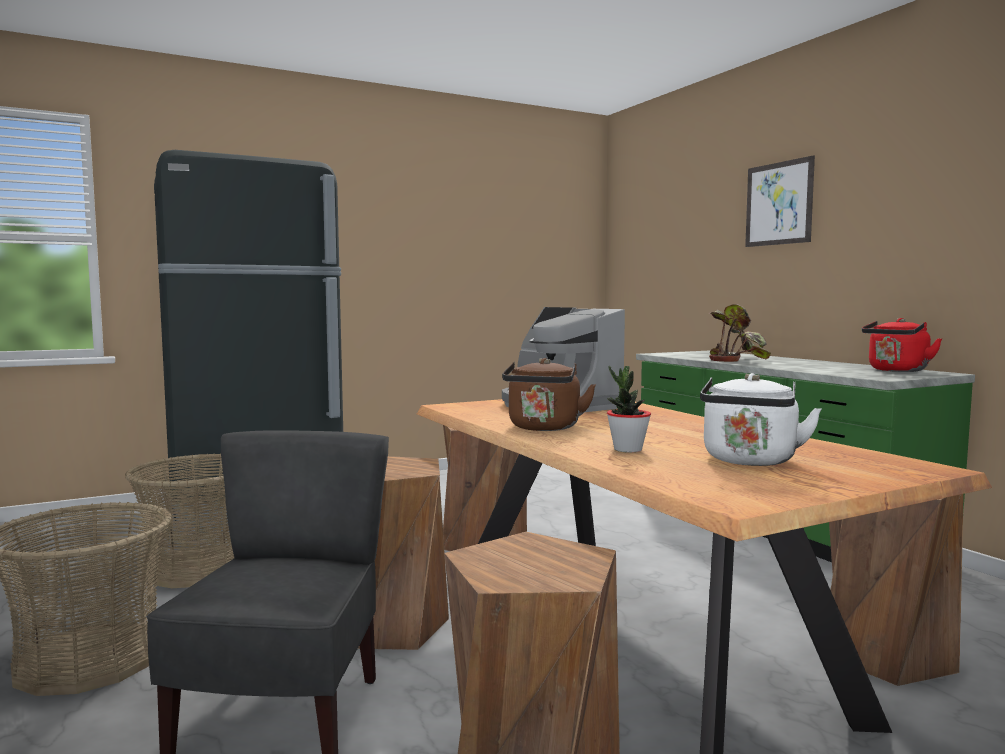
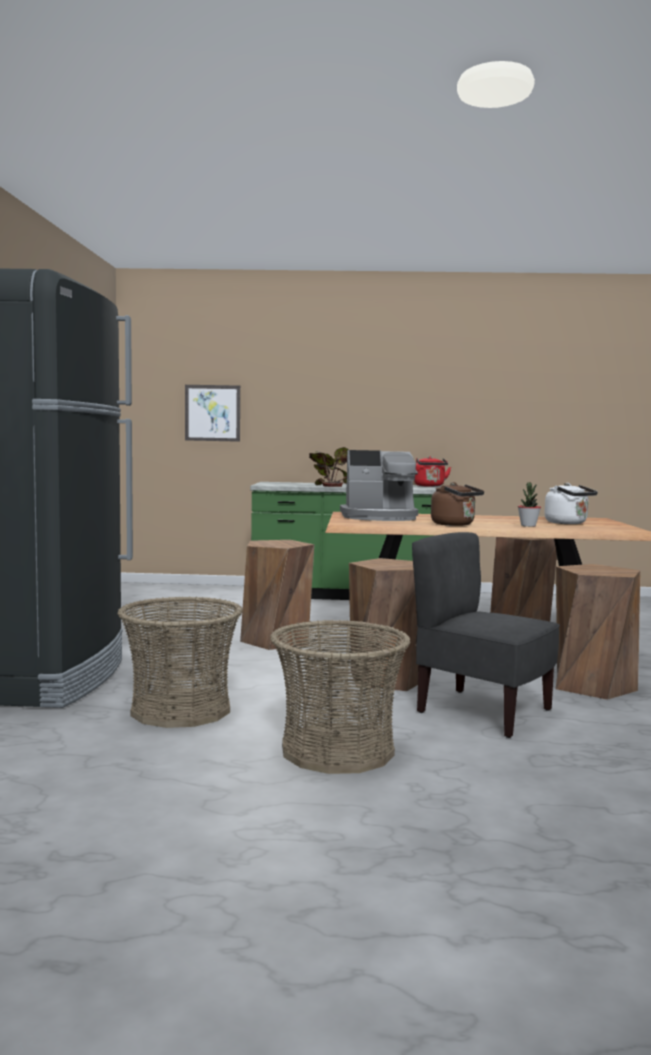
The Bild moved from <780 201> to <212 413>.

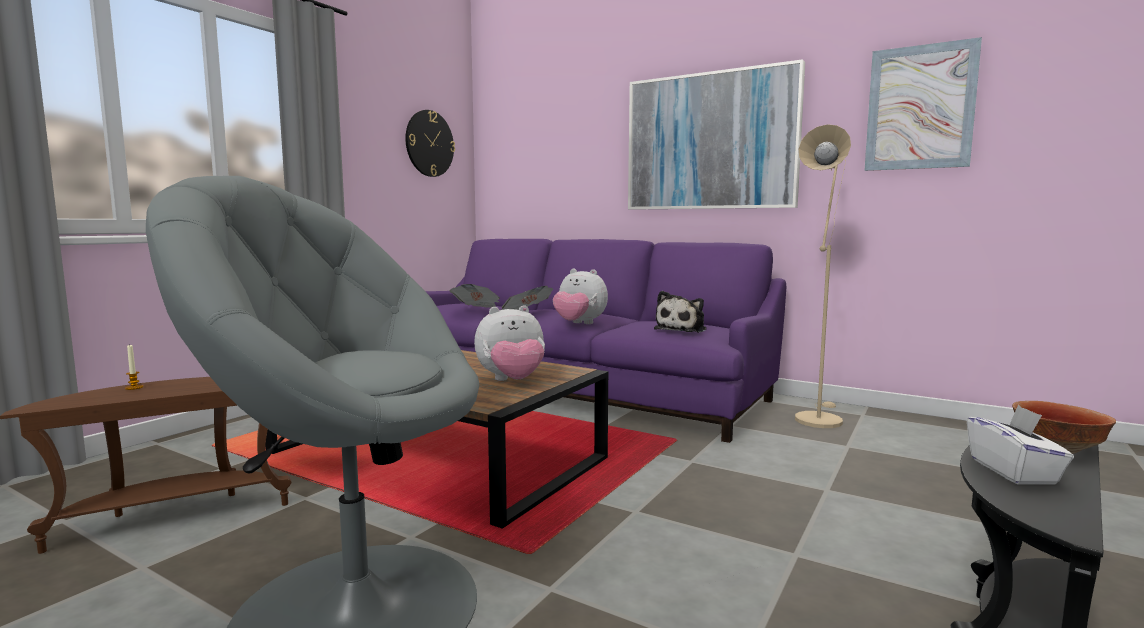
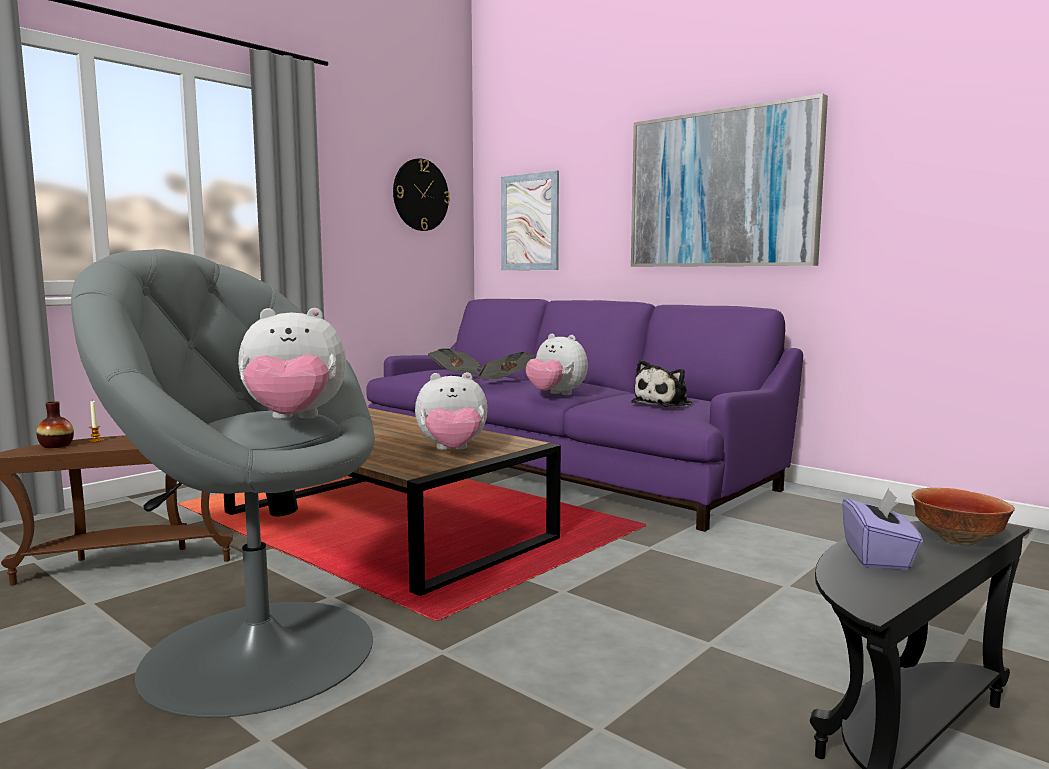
The Vase at <55 424> appeared.
The Plüschtier at <292 363> appeared.
The Bild moved from <923 104> to <530 220>.
The Taschentuchbox (weiß) at <1020 445> became the Taschentuchbox (lila) at <882 528>.
The Stehlampe (beige) at <823 276> disappeared.

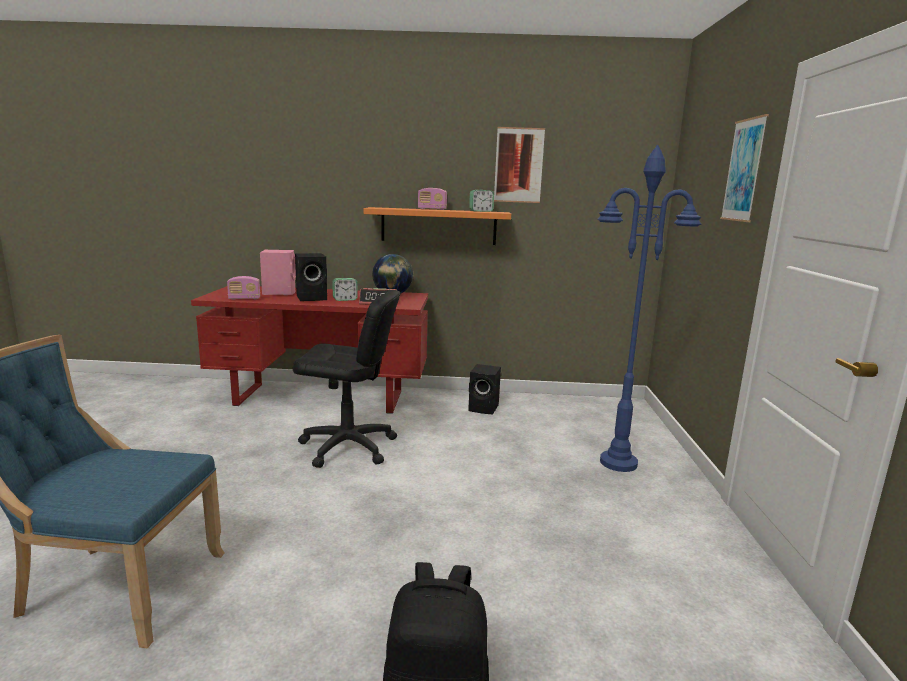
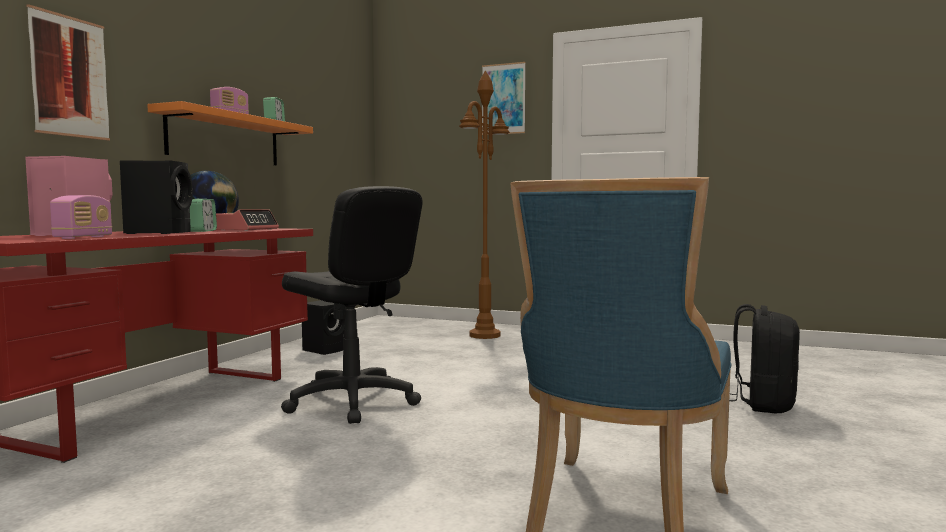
The Bild moved from <519 165> to <68 72>.
The Bürostuhl (schwarz) at <346 379> turned 105 degrees clockwise.
The Stehlampe (blau) at <649 308> became the Stehlampe (braun) at <484 205>.

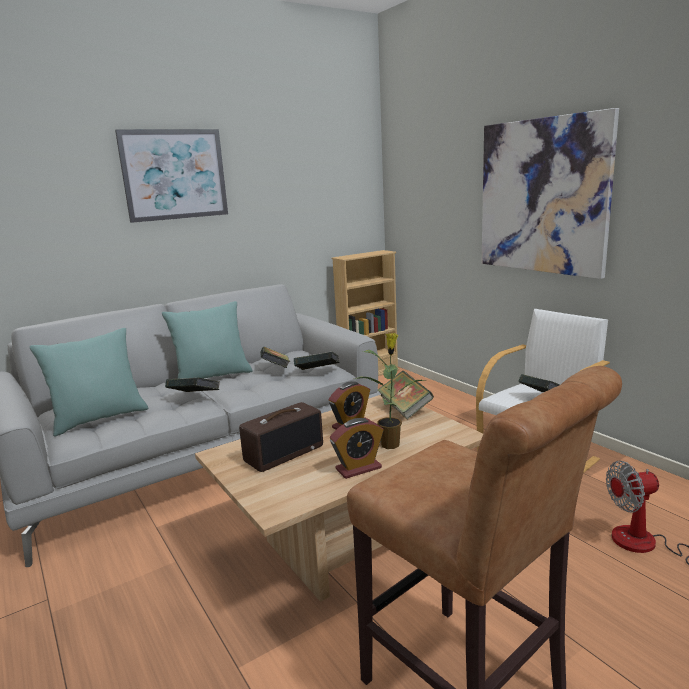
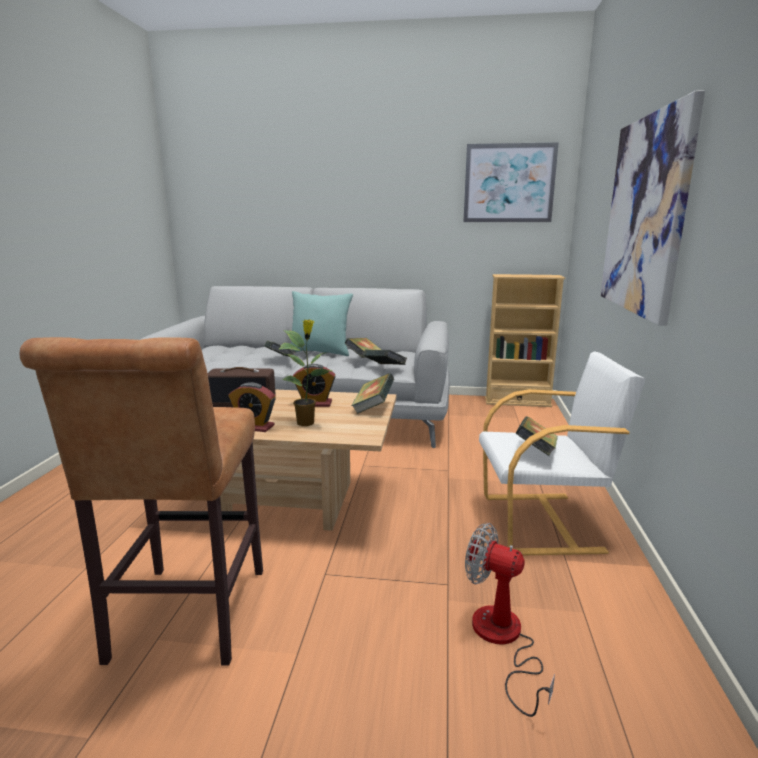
The Bild moved from <171 176> to <511 182>.
The Kissen (türkis) at <88 382> disappeared.

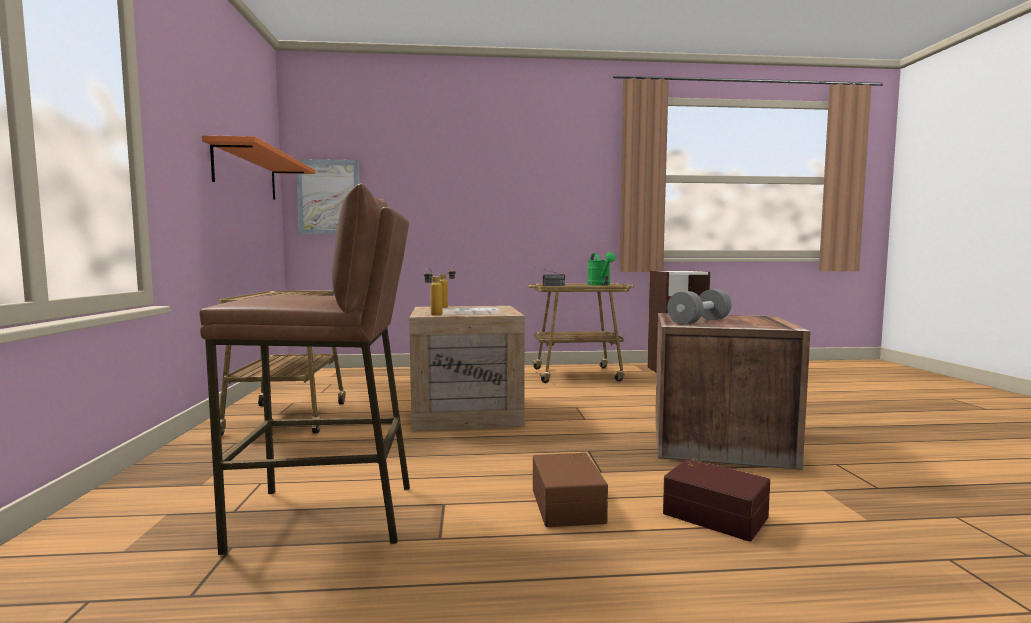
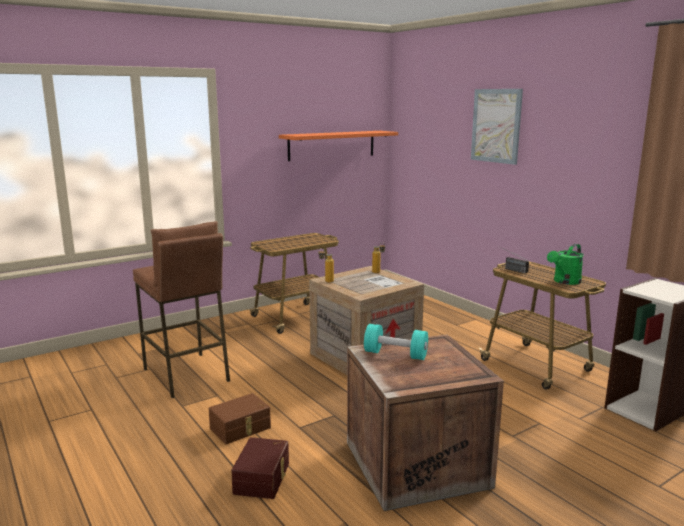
The Hantel (grau) at <699 306> became the Hantel (türkis) at <396 342>.
The Bild moved from <327 196> to <497 127>.

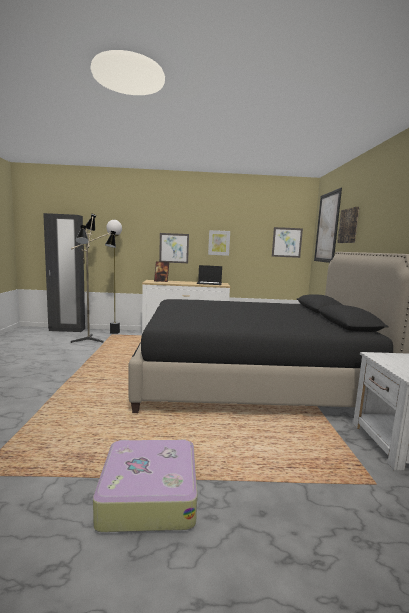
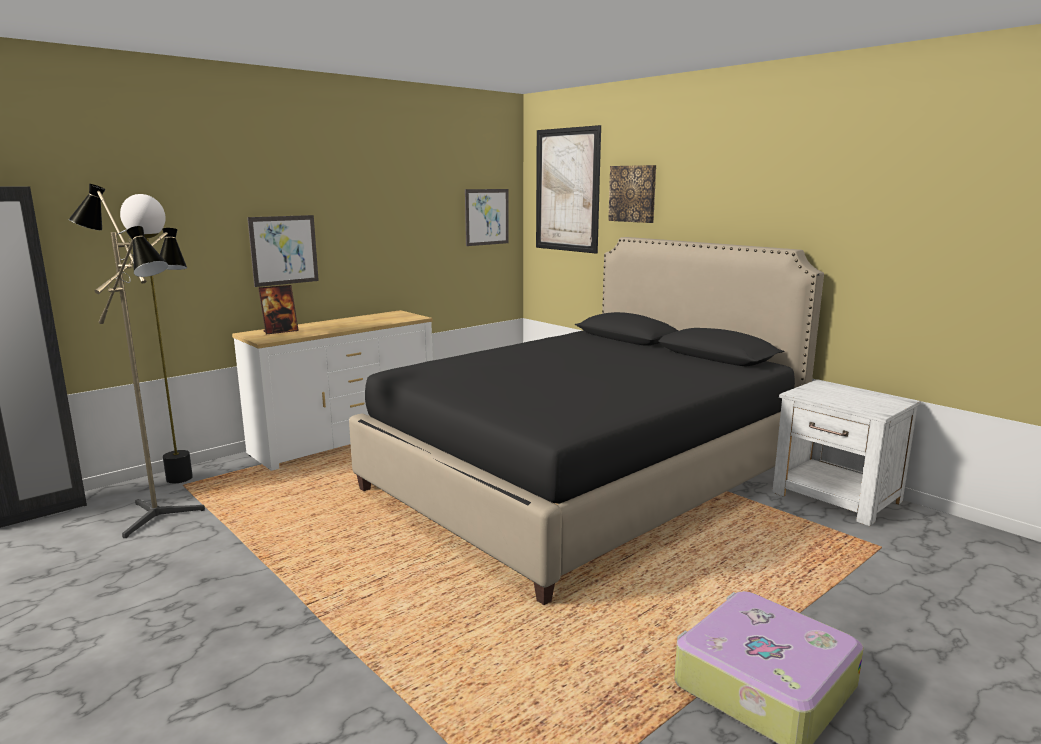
The Laptop at <209 275> disappeared.
The Bild at <219 243> disappeared.

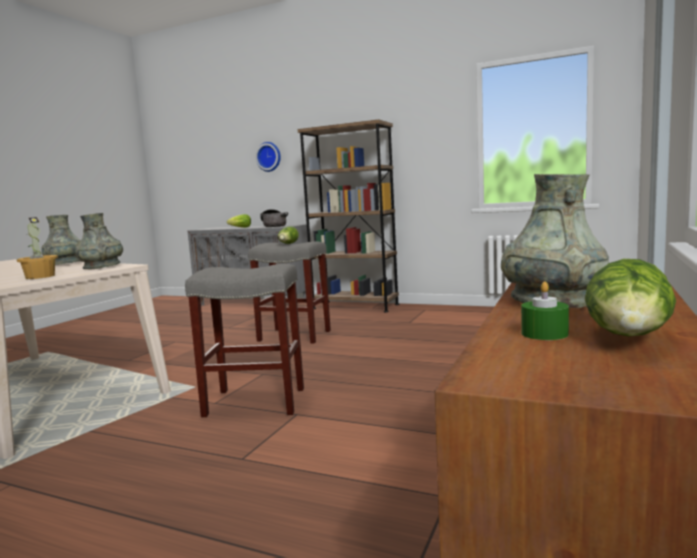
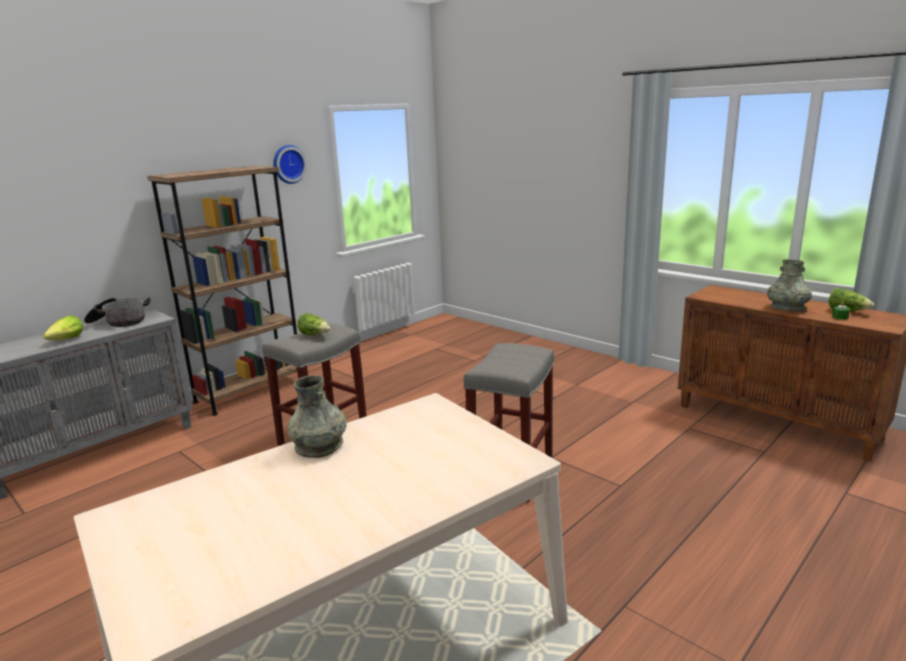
The Wanduhr moved from <268 157> to <290 164>.
The Topfpflanze at <37 248> disappeared.
The Vase (grau) at <99 241> disappeared.

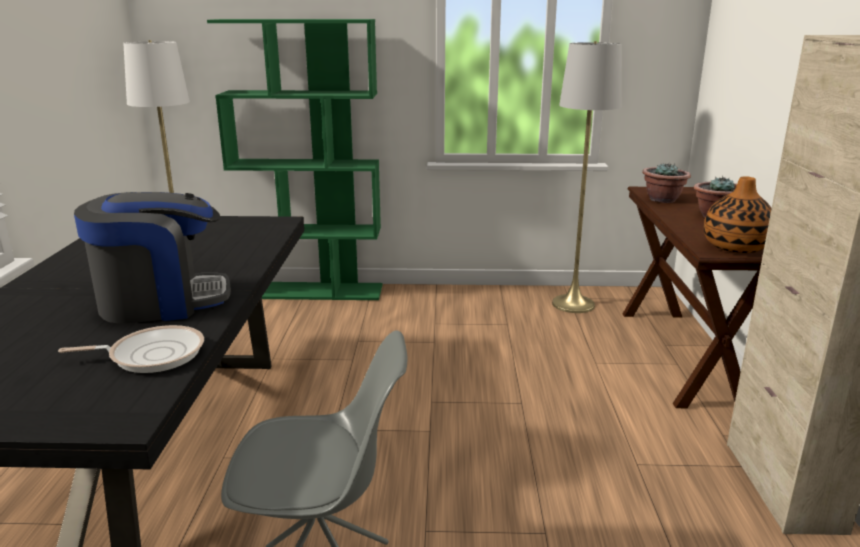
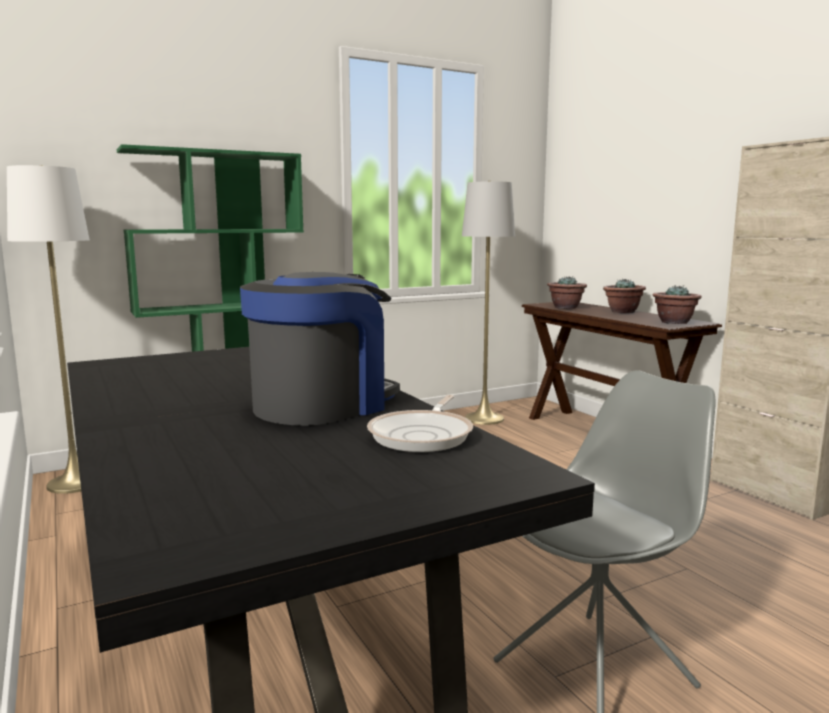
The Pfanne at <131 349> turned 150 degrees clockwise.
The Vase at <738 214> was replaced by the Topfpflanze at <677 304>.

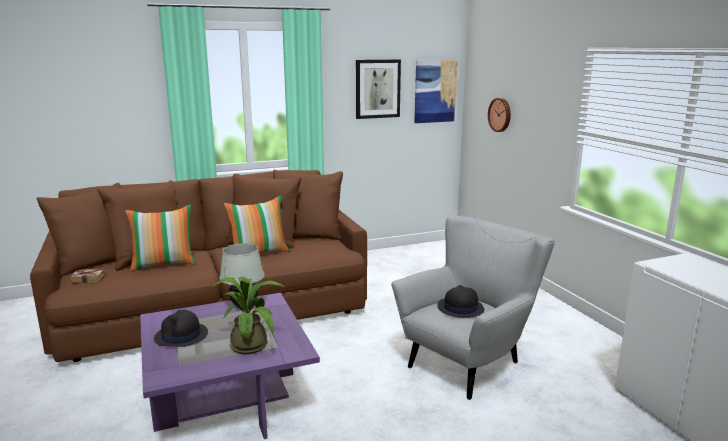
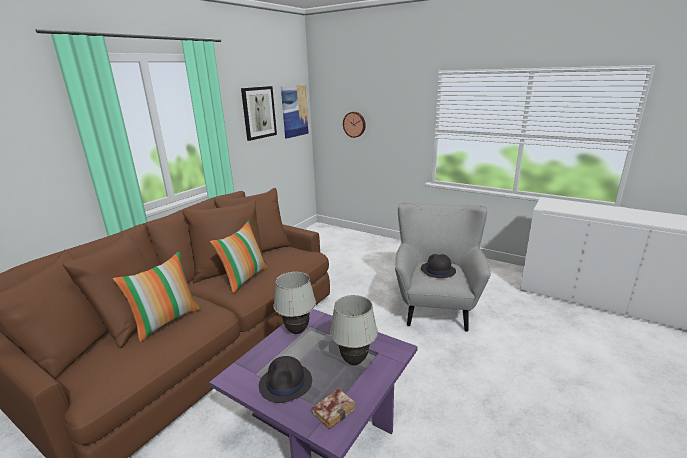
The Buch moved from <87 276> to <333 409>.
The Topfpflanze at <248 315> was replaced by the Tischlampe (weiß) at <354 330>.

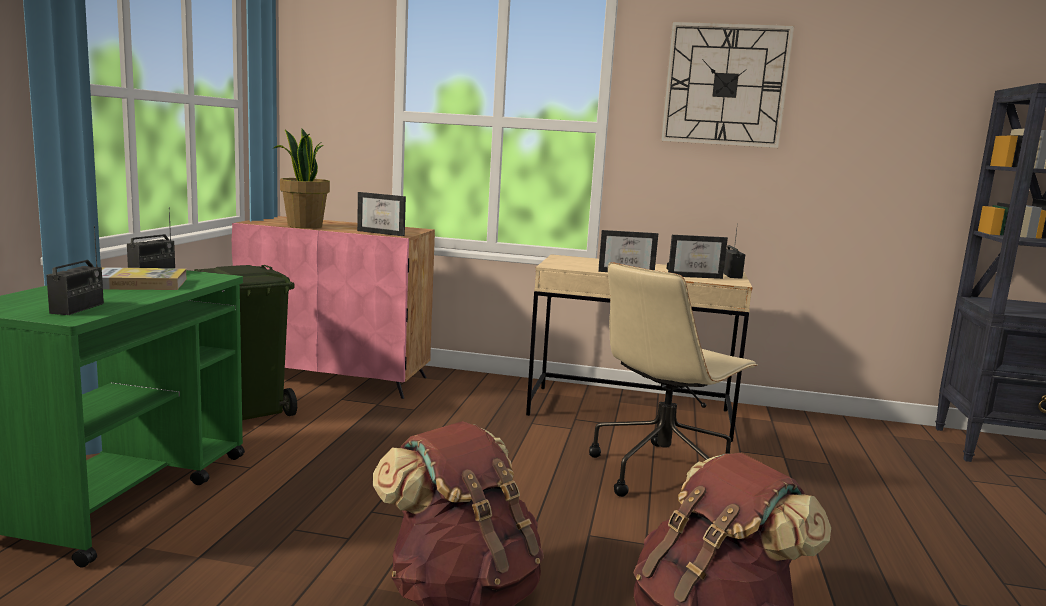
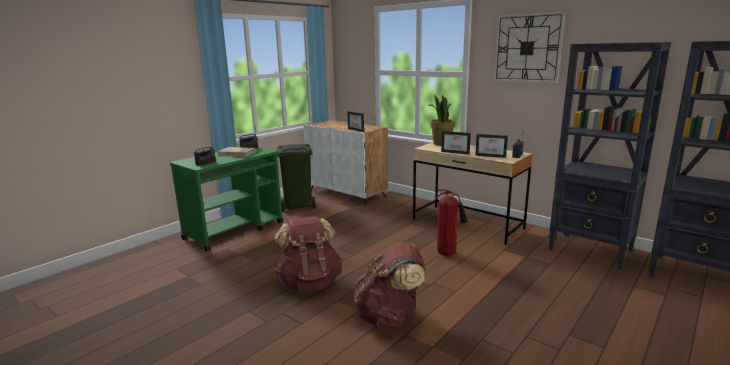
The Schrank (rosa) at <333 307> became the Schrank (weiß) at <346 163>.
The Topfpflanze moved from <302 178> to <441 120>.
The Bürostuhl (beige) at <673 379> was replaced by the Feuerlöscher at <452 222>.
The Bücherregal (schwarz) at <609 155> appeared.

